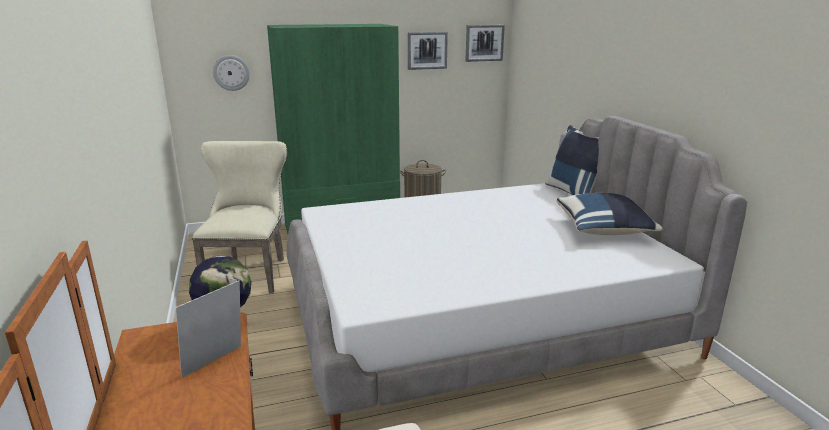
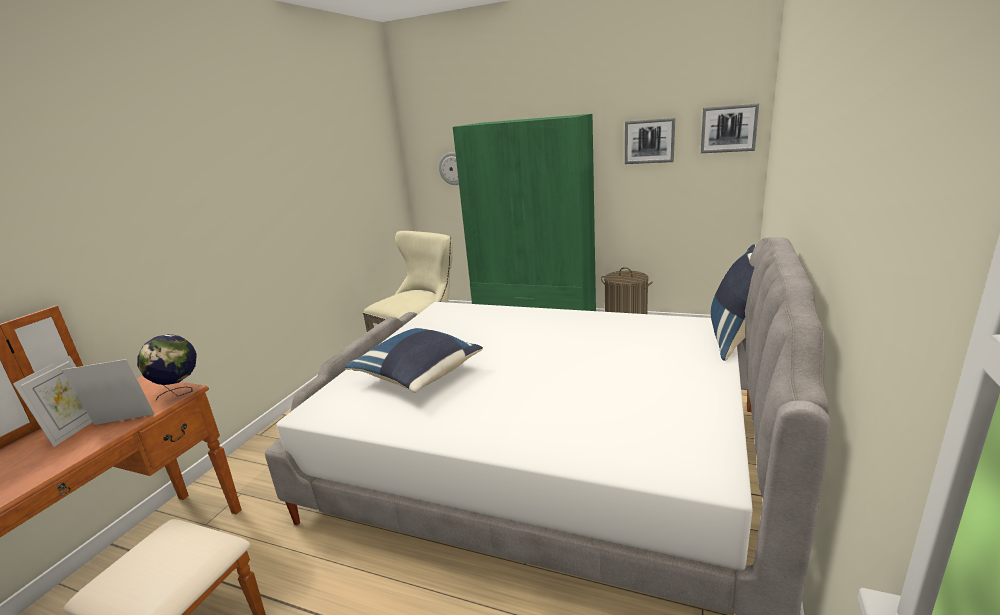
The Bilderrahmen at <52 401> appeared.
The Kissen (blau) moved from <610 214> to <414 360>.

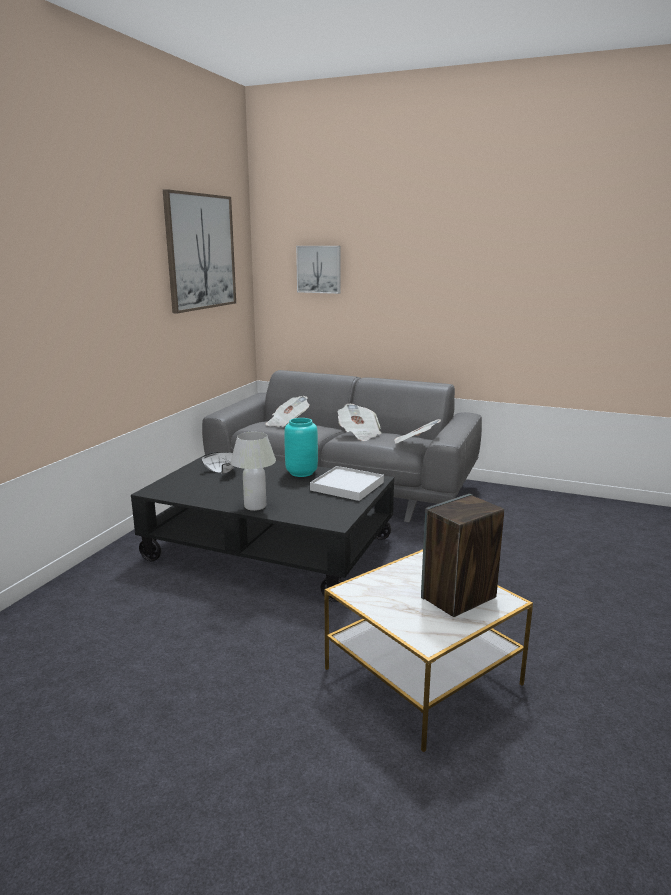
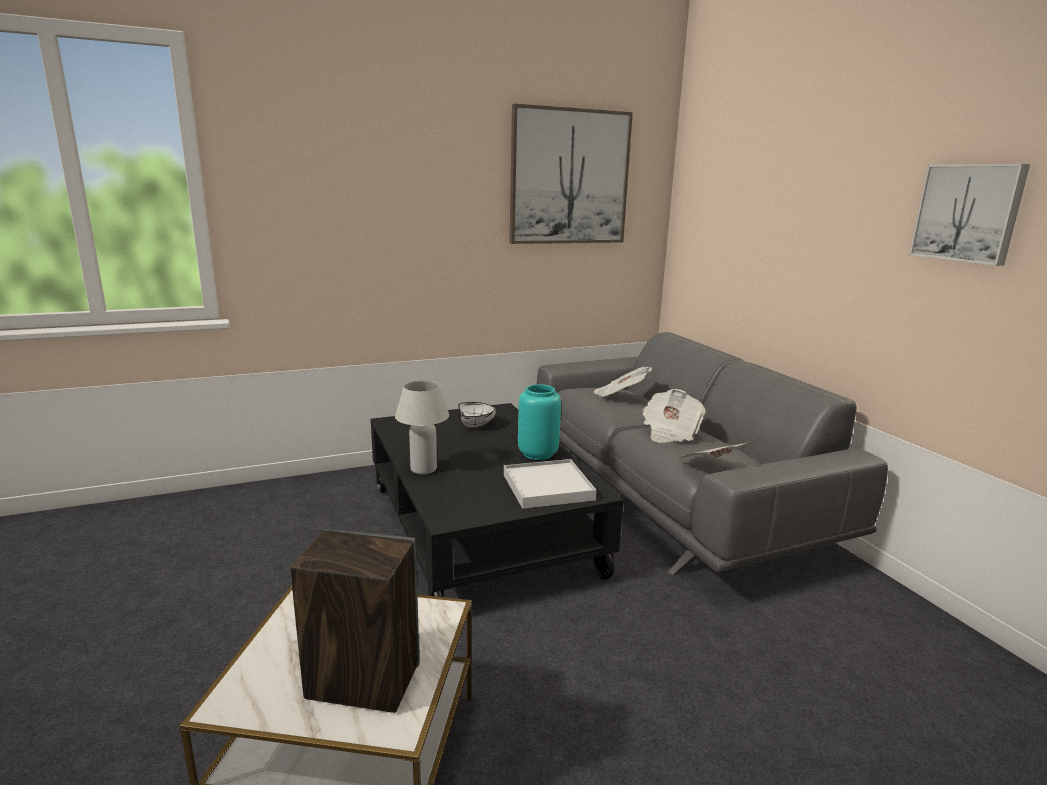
The Bild moved from <318 270> to <969 215>.

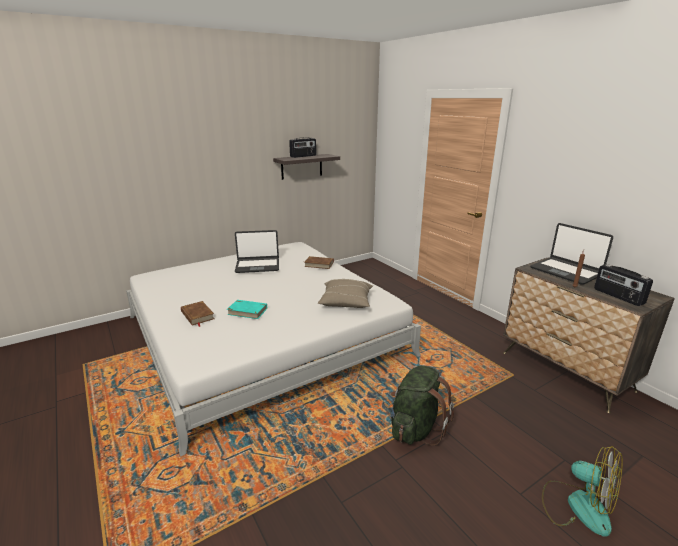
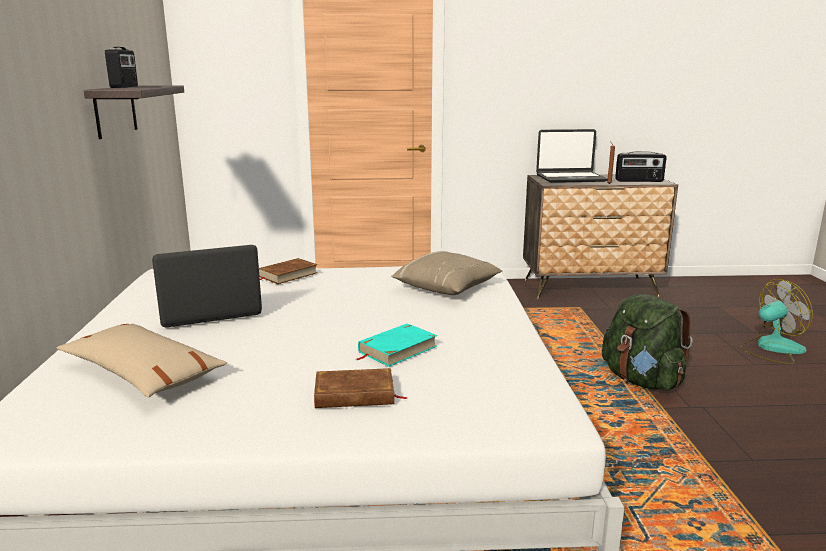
The Kissen (beige) at <142 360> appeared.
The Laptop at <257 251> turned 135 degrees counterclockwise.

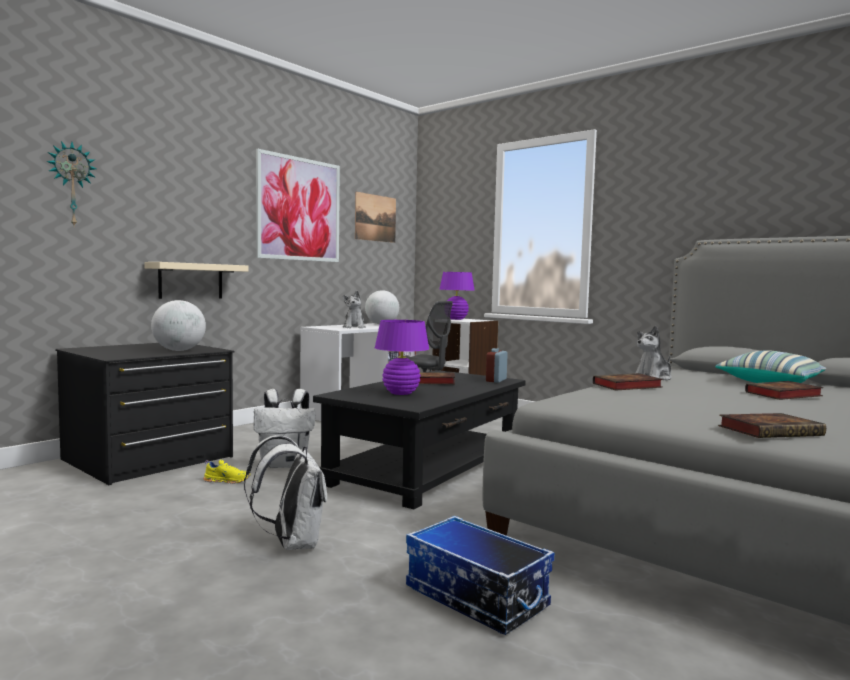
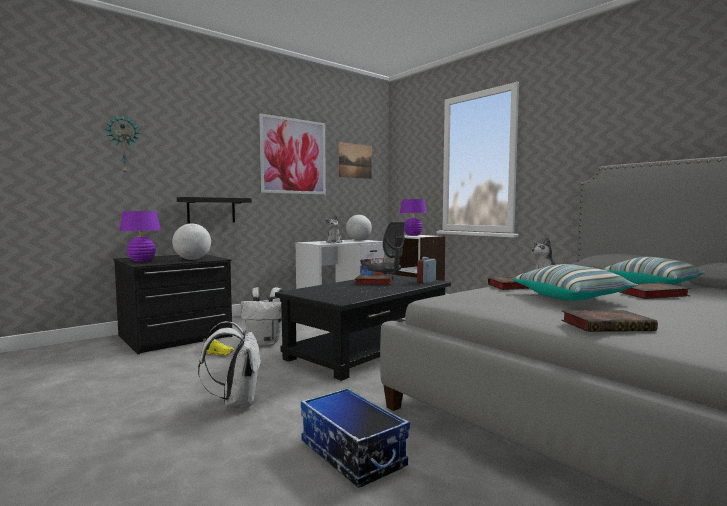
The Tischlampe (lila) moved from <402 357> to <140 236>.
The Wandregal (beige) at <196 280> became the Wandregal (schwarz) at <214 210>.
The Kissen at <575 282> appeared.

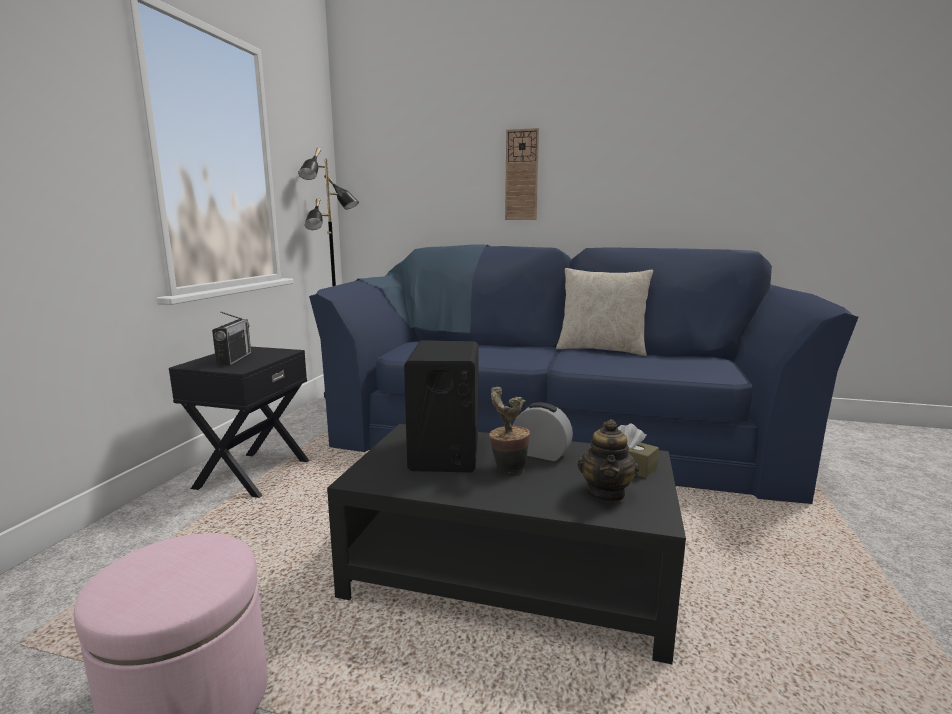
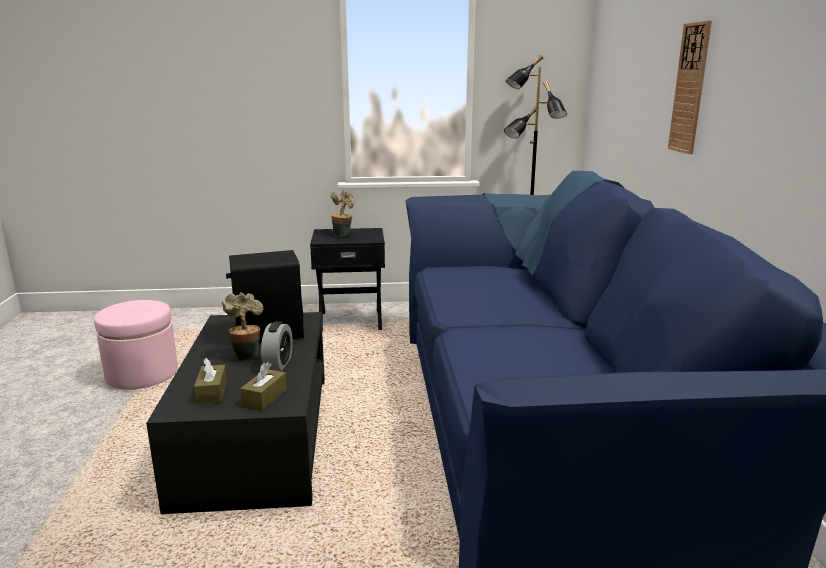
The Teekanne at <608 461> was replaced by the Taschentuchbox (braun) at <210 381>.
The Radio at <231 339> was replaced by the Topfpflanze at <343 213>.
The Kissen (beige) at <604 312> disappeared.

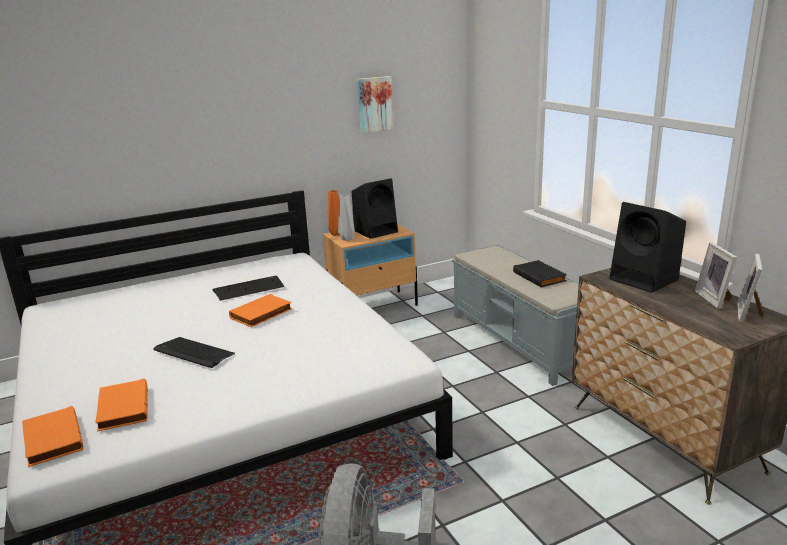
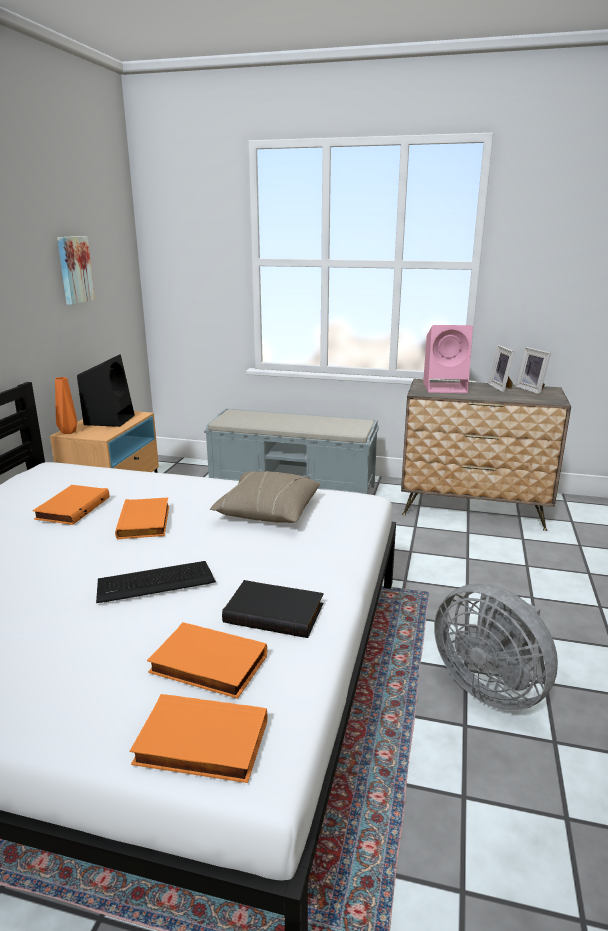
The Tastatur at <248 288> was replaced by the Buch (orange) at <71 505>.
The Kissen (beige) at <265 497> appeared.
The Buch (schwarz) moved from <540 274> to <272 609>.
The Lautsprecher (schwarz) at <647 247> became the Lautsprecher (rosa) at <448 359>.
The Bilderrahmen at <716 275> turned 45 degrees clockwise.
The Vase (grau) at <346 217> disappeared.

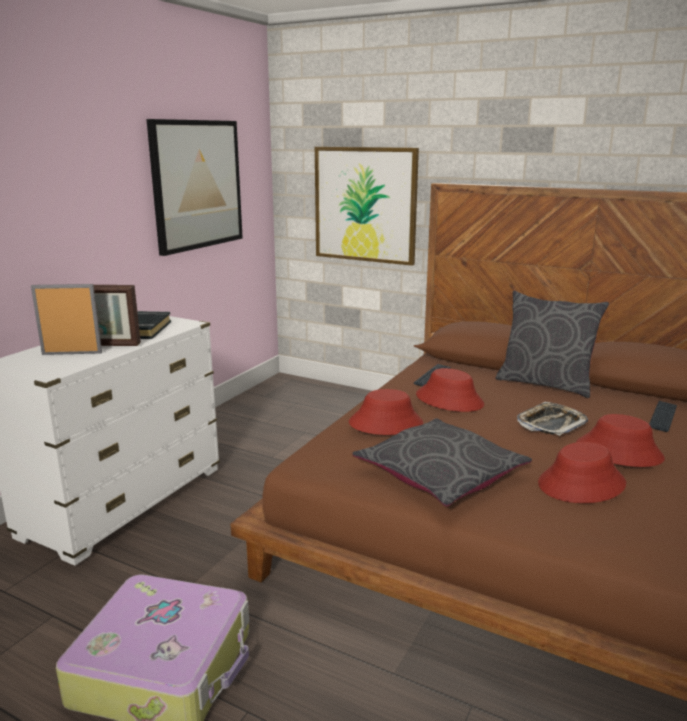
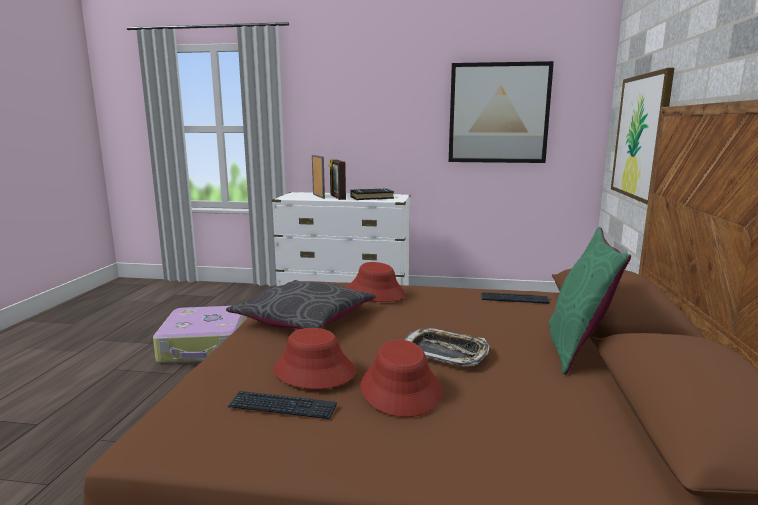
The Tastatur moved from <663 416> to <282 405>.
The Kissen (grau) at <552 344> became the Kissen (grün) at <590 300>.
The Hut (rot) at <450 390> disappeared.

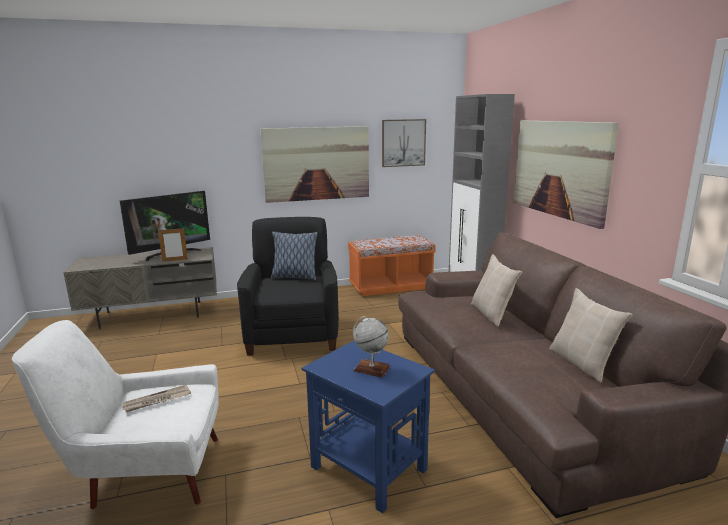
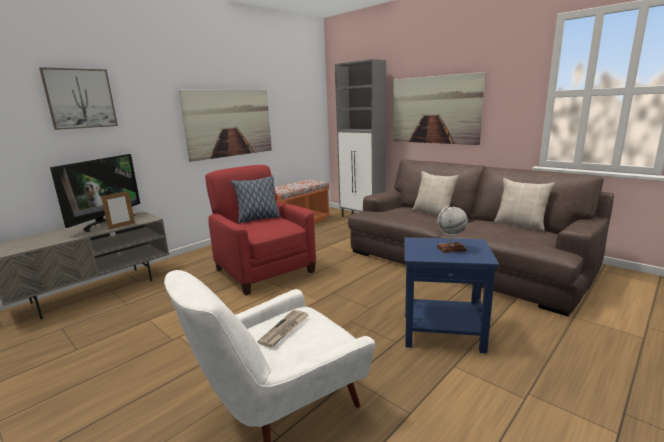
The Bild moved from <404 143> to <78 98>.
The Sessel (schwarz) at <288 286> became the Sessel (rot) at <260 230>.

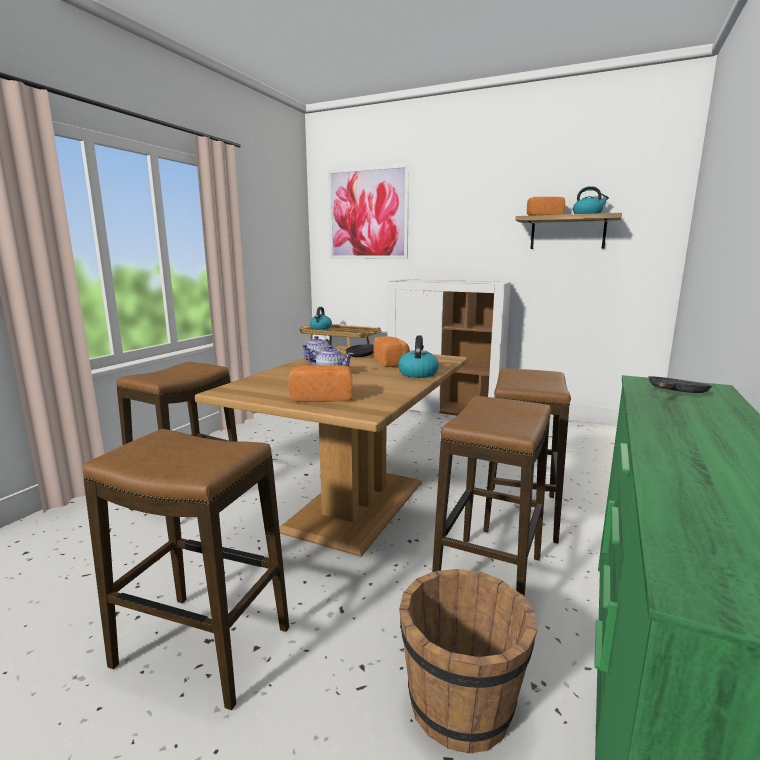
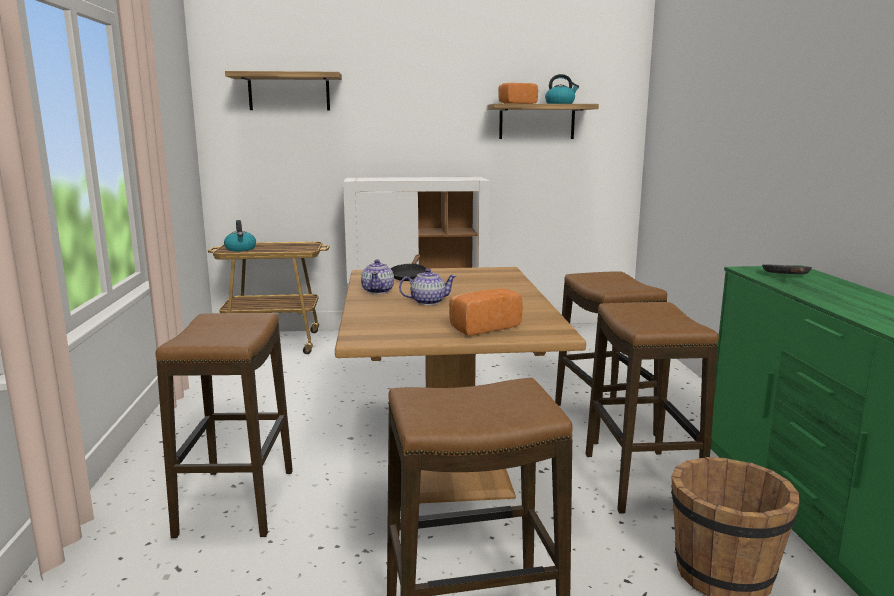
The Bild at <368 211> was replaced by the Wandregal at <283 90>.
The Brot at <391 351> disappeared.
The Wasserkessel at <418 356> disappeared.

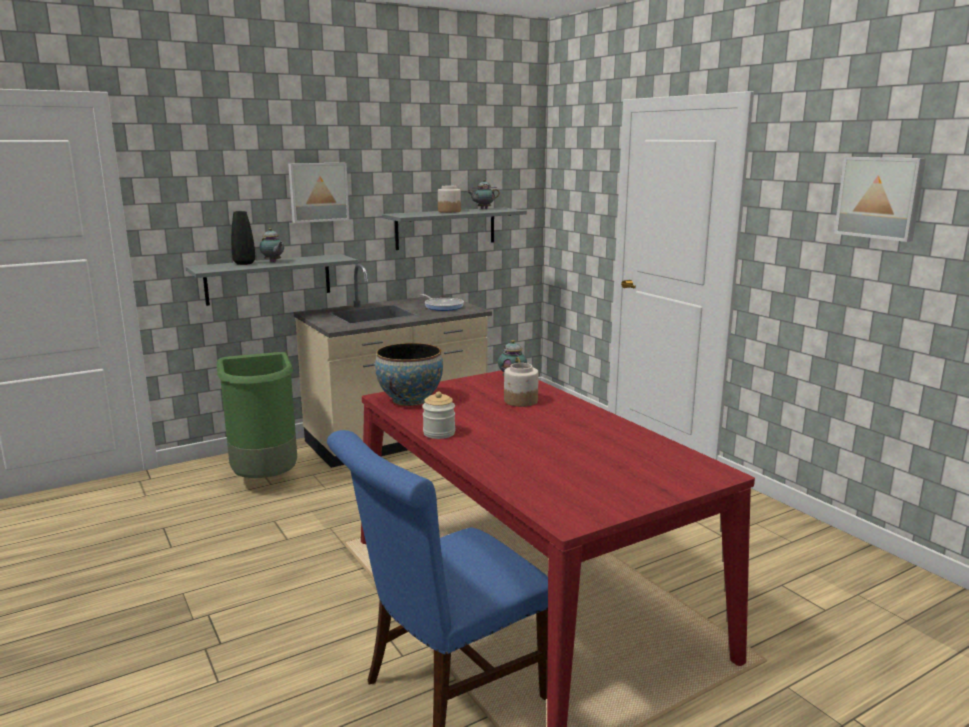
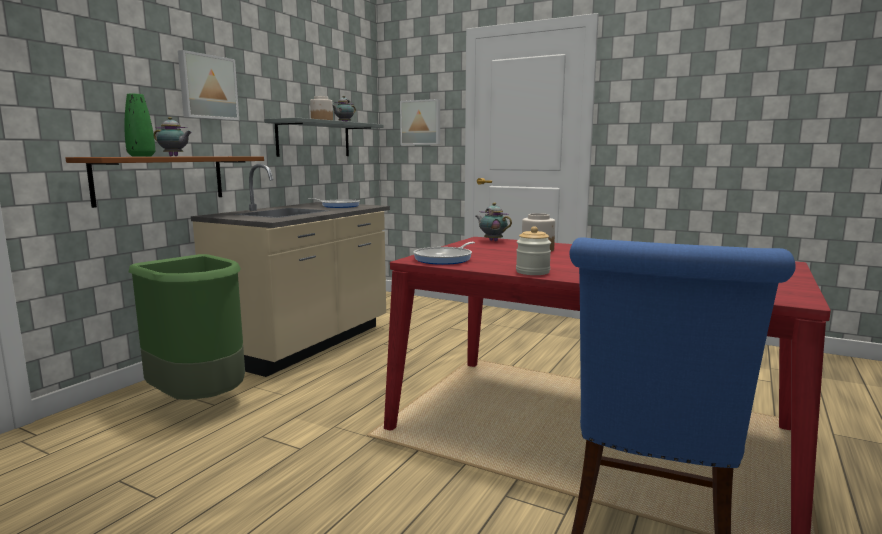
The Wandregal (grau) at <272 280> became the Wandregal (braun) at <165 182>.
The Vase (schwarz) at <243 238> became the Vase (grün) at <139 125>.
The Bild moved from <880 199> to <420 122>.
The Schüssel at <409 374> was replaced by the Pfanne at <444 253>.

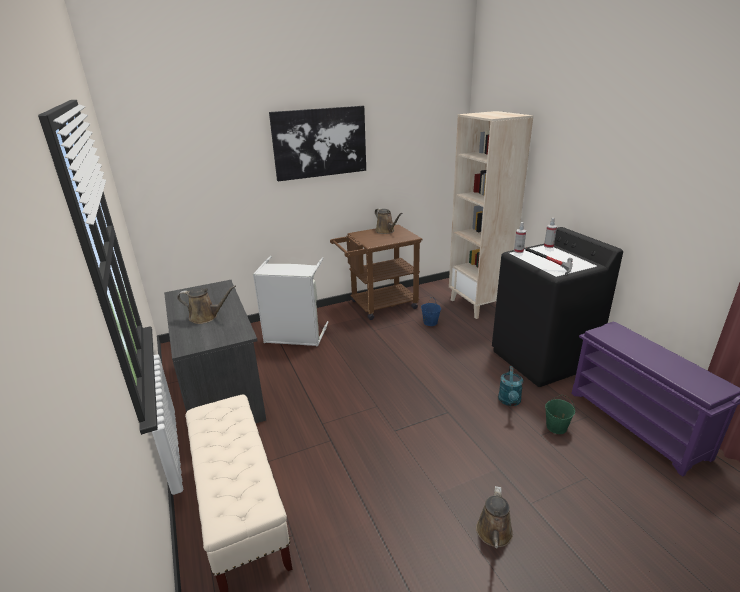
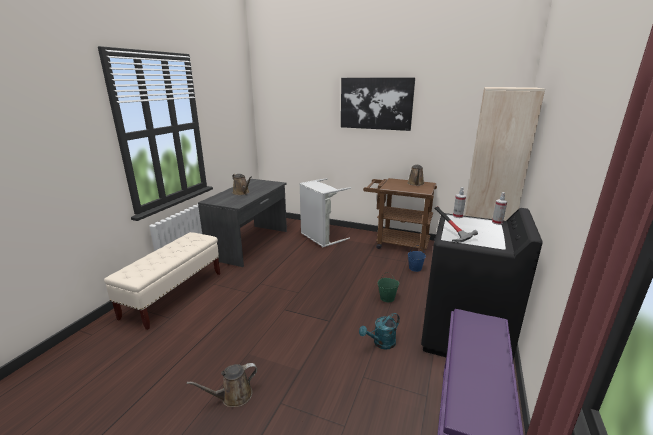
The Eimer (grün) moved from <560 414> to <388 287>.

